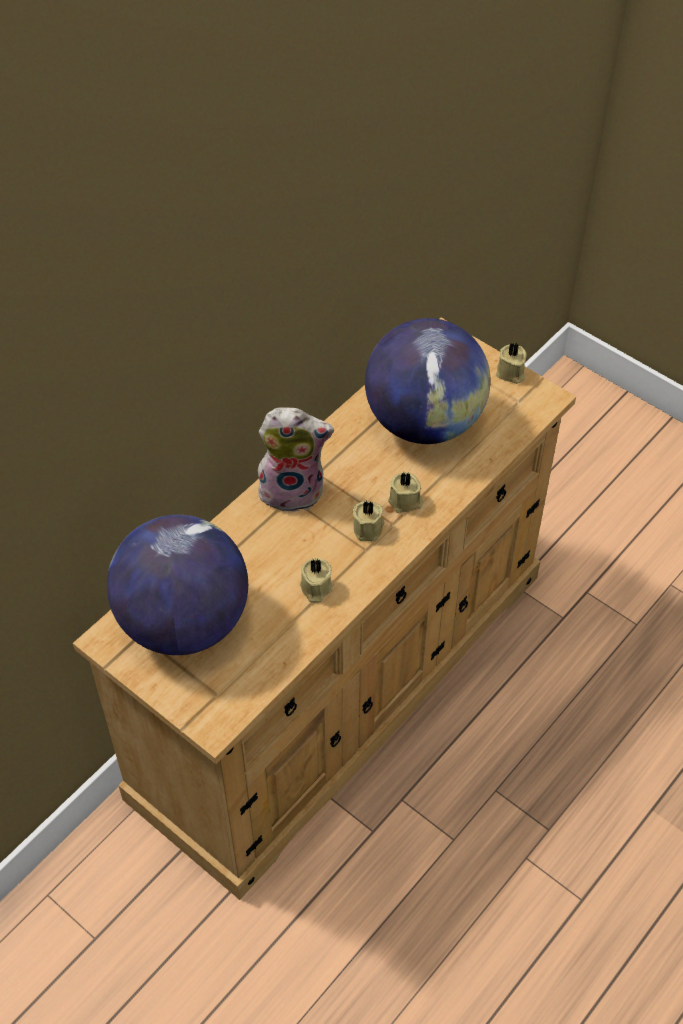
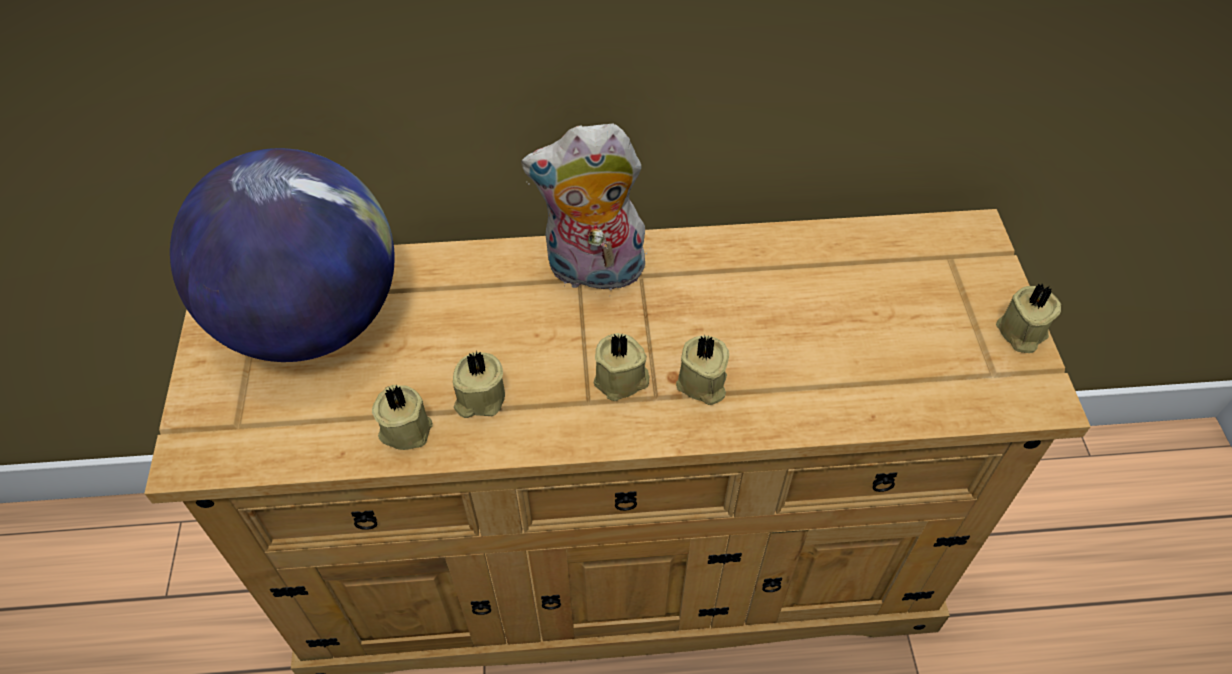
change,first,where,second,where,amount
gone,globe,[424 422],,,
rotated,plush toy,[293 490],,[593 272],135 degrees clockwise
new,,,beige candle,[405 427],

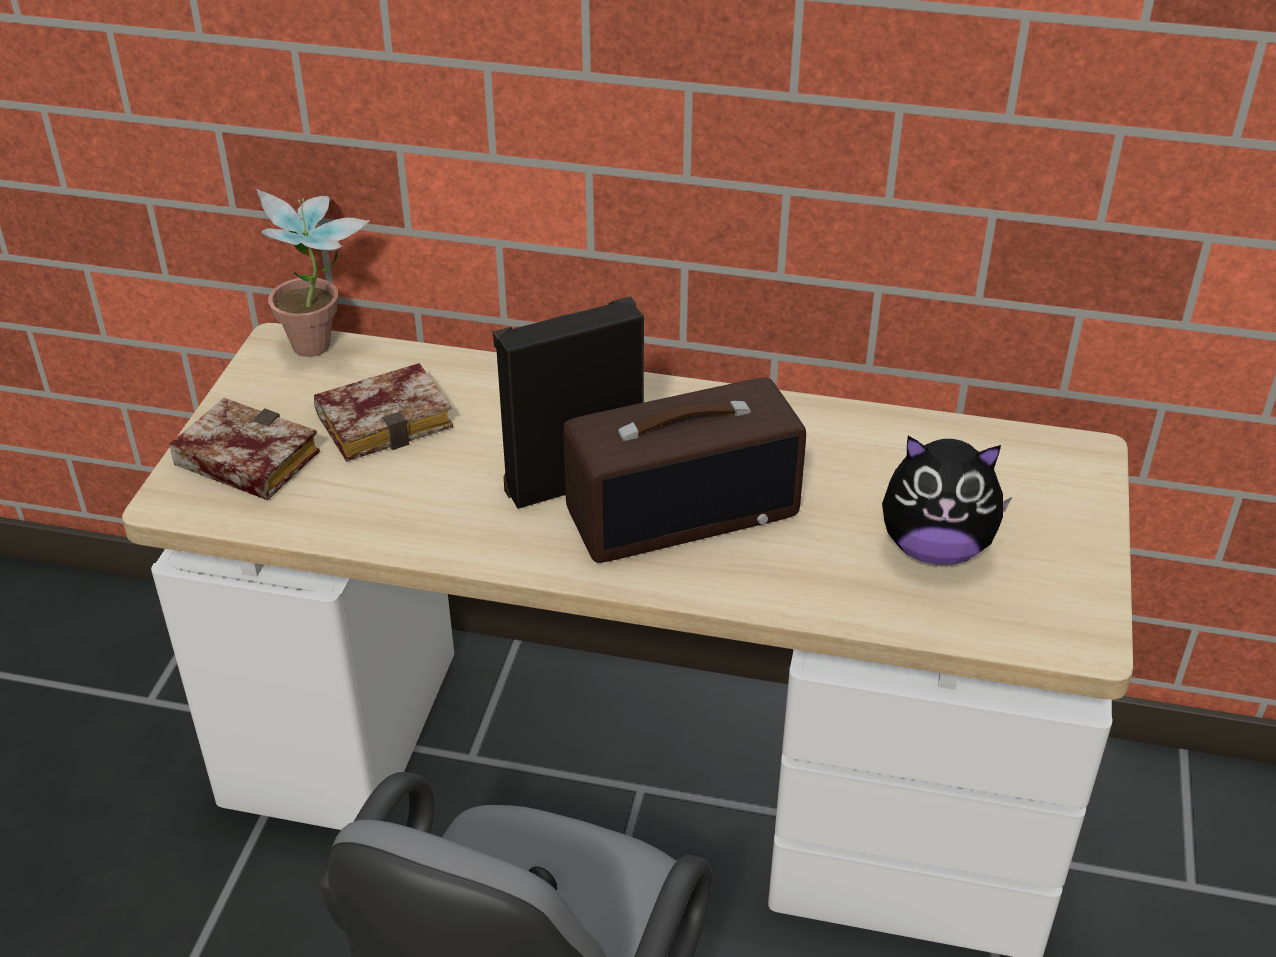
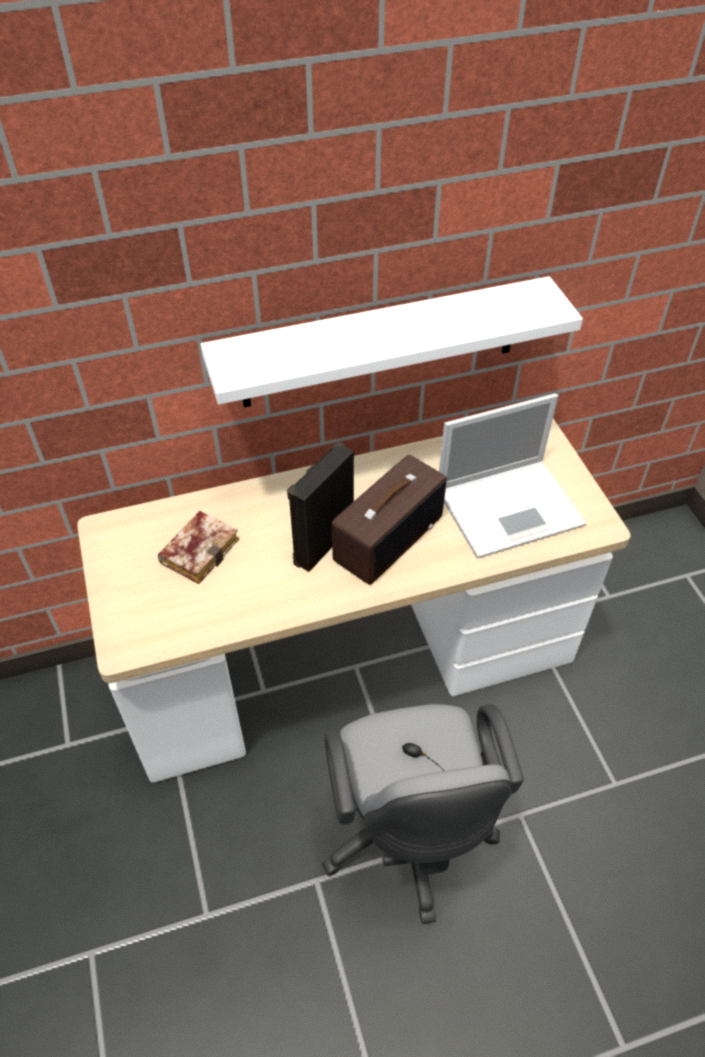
change,first,where,second,where,amount
gone,potted plant,[323 350],,,
gone,book,[240 461],,,
swapped,plush toy,[935 548],laptop,[511 506],
new,,,white shelf,[380 343],

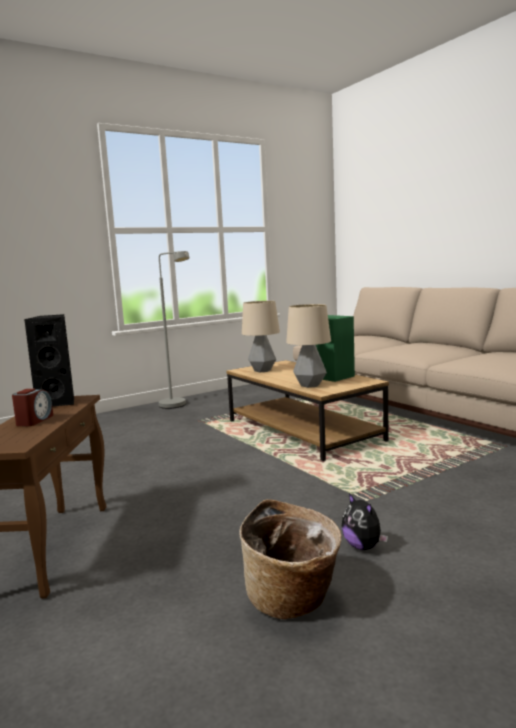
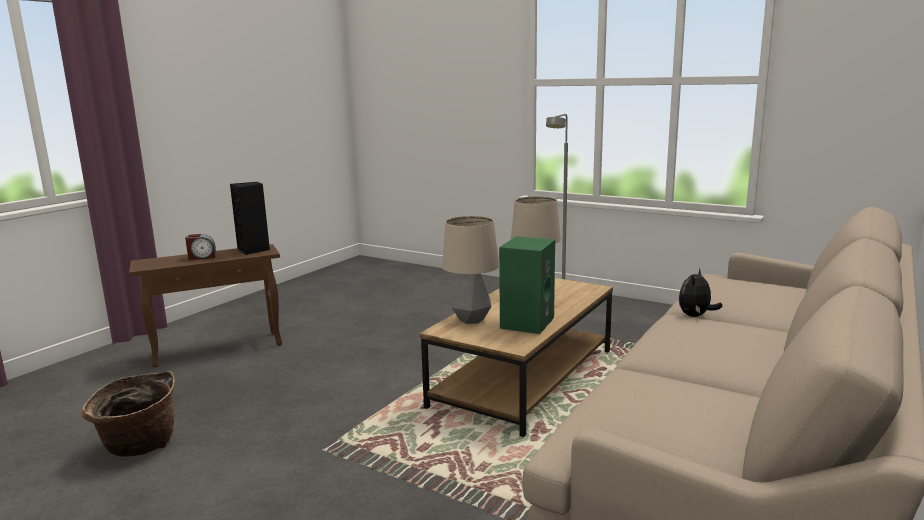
change,first,where,second,where,amount
shifted,plush toy,[363 546],,[696 316],

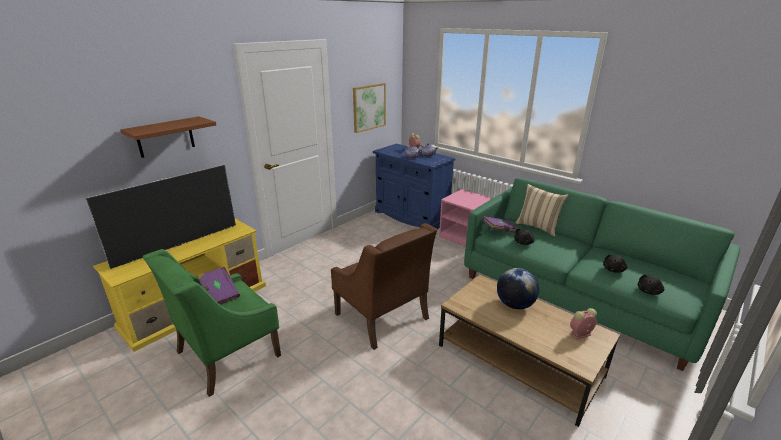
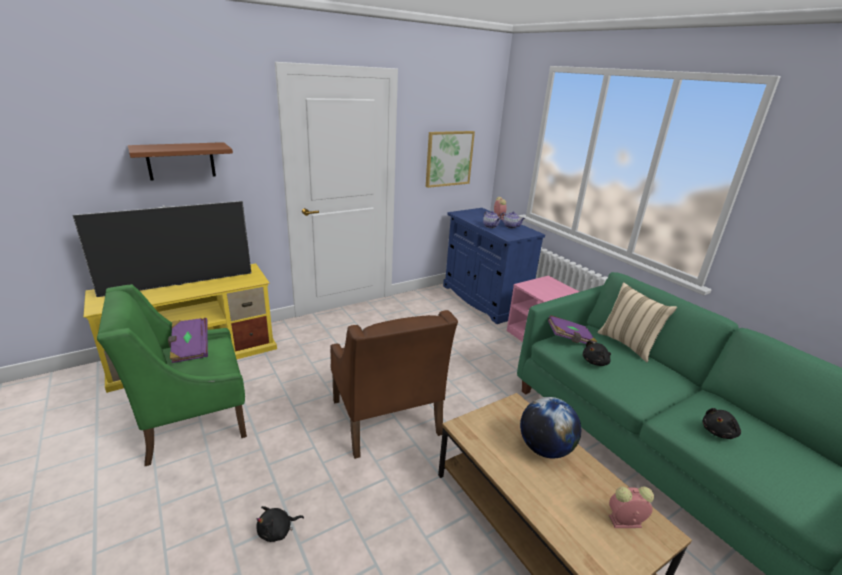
change,first,where,second,where,amount
shifted,black plush toy,[649 291],,[277 531],

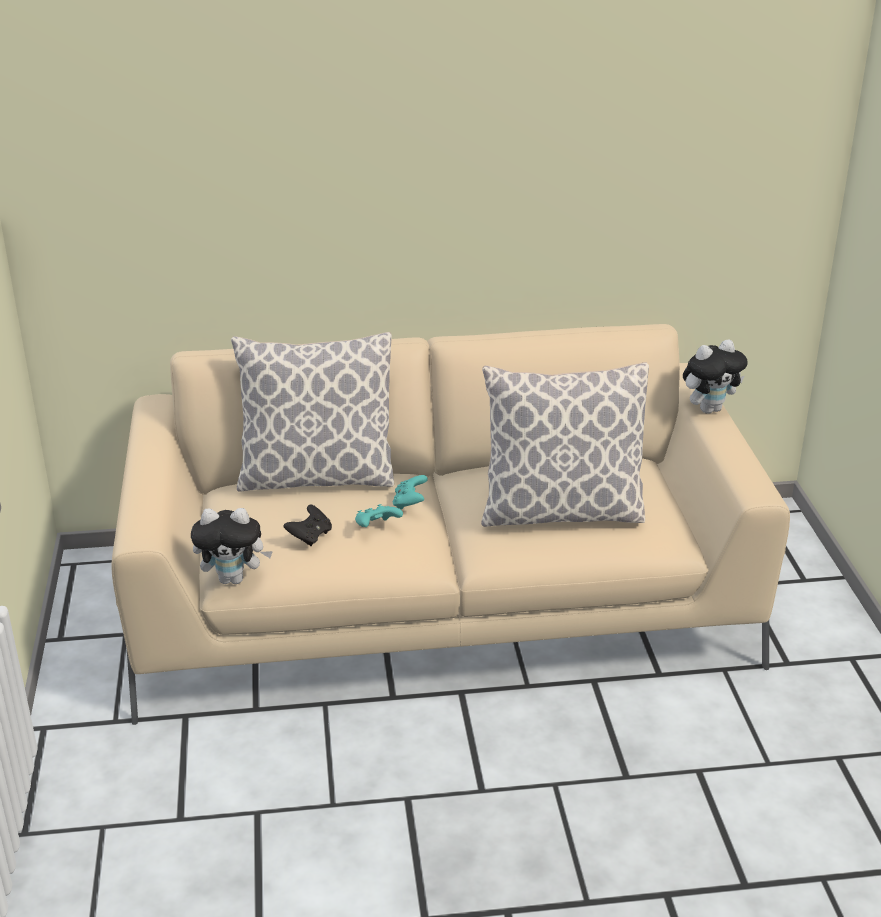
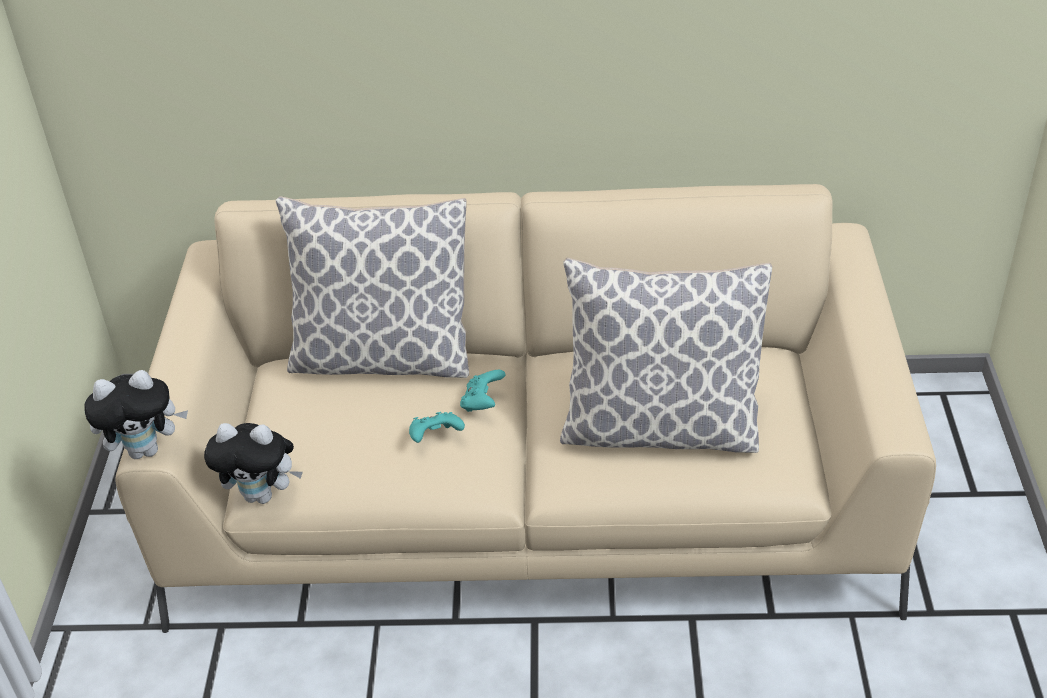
change,first,where,second,where,amount
shifted,plush toy,[709 409],,[146 449],
gone,black game controller,[310 536],,,

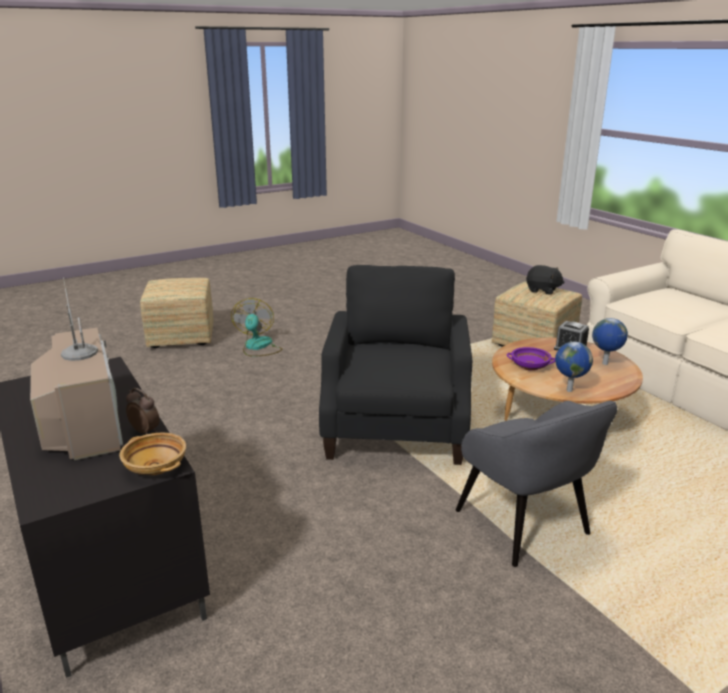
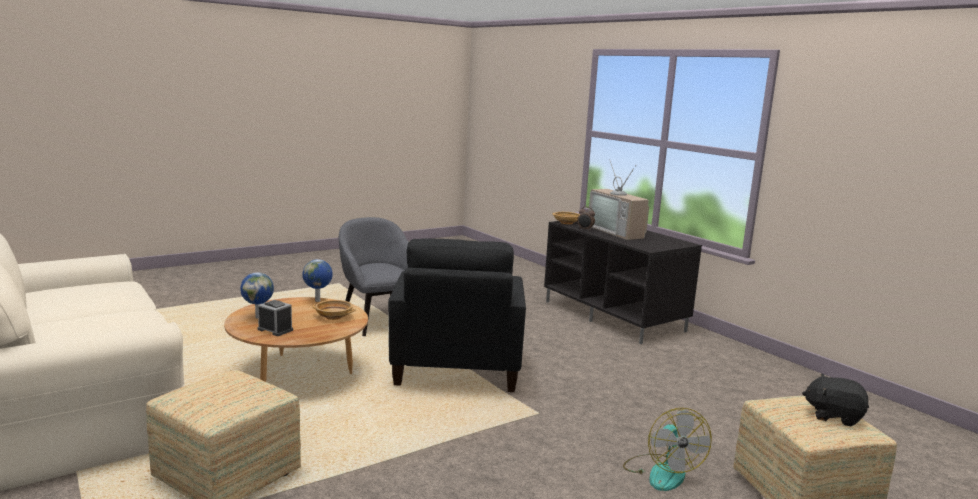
change,first,where,second,where,amount
shifted,black plush toy,[542 290],,[833 416],
repainted,purple bowl,[529 366],beige bowl,[334 317],

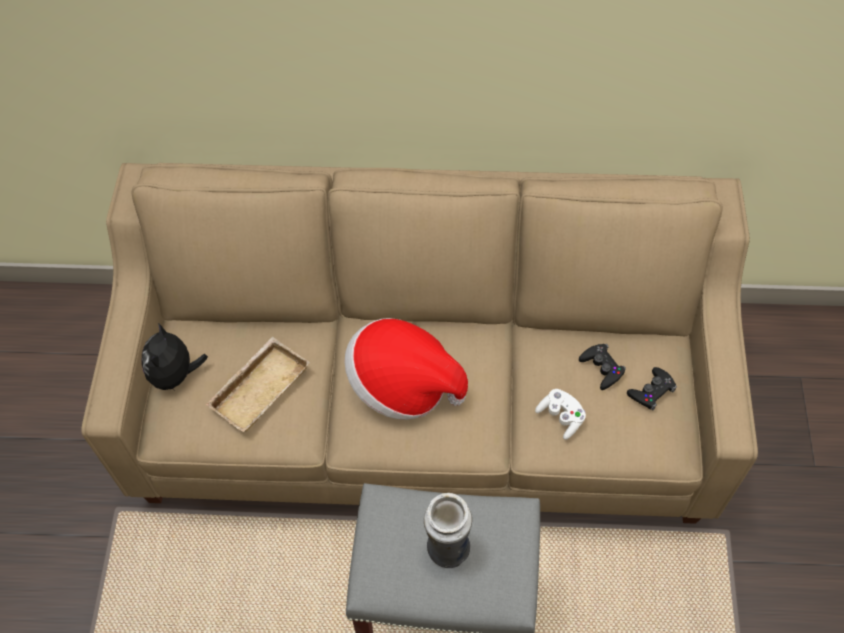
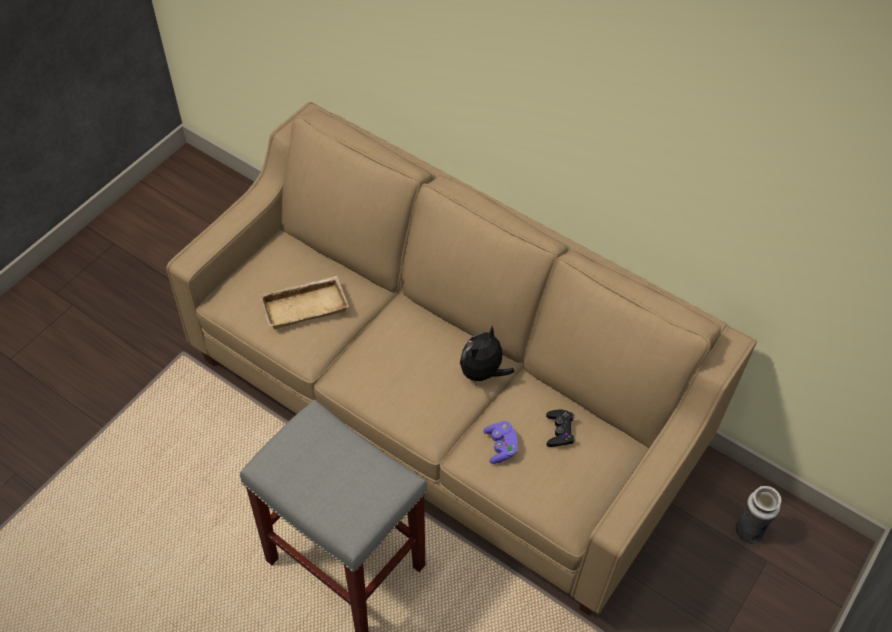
change,first,where,second,where,amount
gone,hat,[403 384],,,
shifted,plush toy,[176 375],,[482 373],
gone,black game controller,[651 391],,,
repainted,white game controller,[561 417],purple game controller,[500 447],
shifted,vase,[447 550],,[748 532],

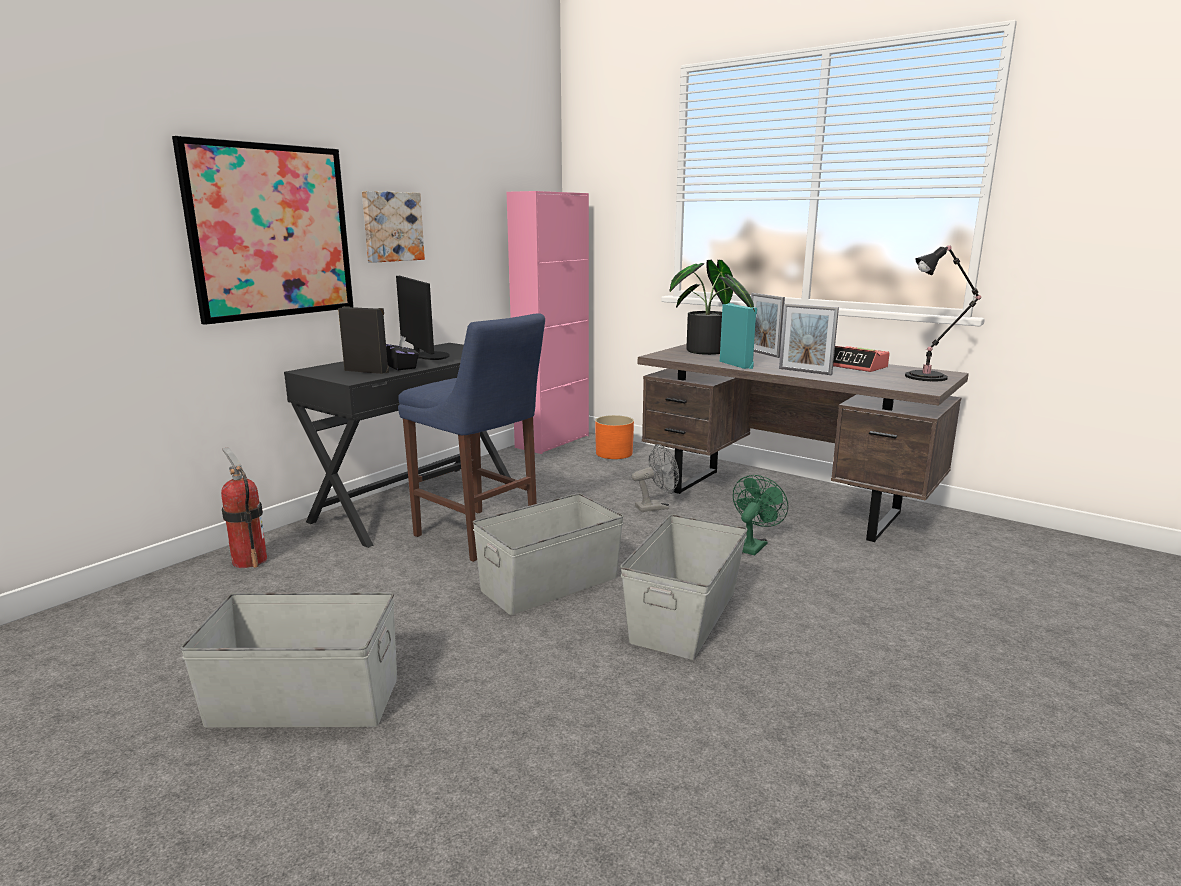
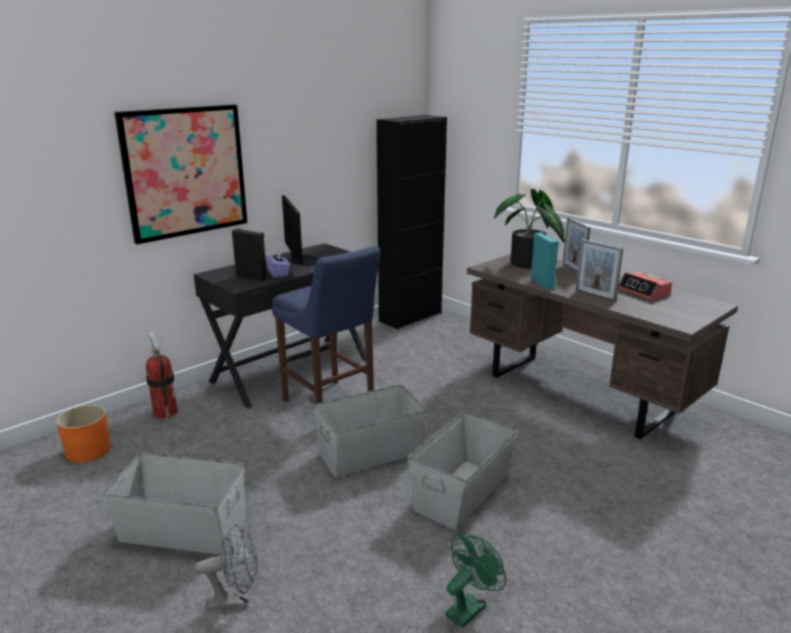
change,first,where,second,where,amount
gone,picture,[391 226],,,
repainted,pink cabinet,[552 441],black cabinet,[410 317],
gone,black table lamp,[929 377],,,
repainted,black tissue box,[402 367],purple tissue box,[278 273],
shifted,orange planter,[614 453],,[88 450],
shifted,grey fan,[656 507],,[236 599],
shifted,green fan,[753 545],,[469 607],

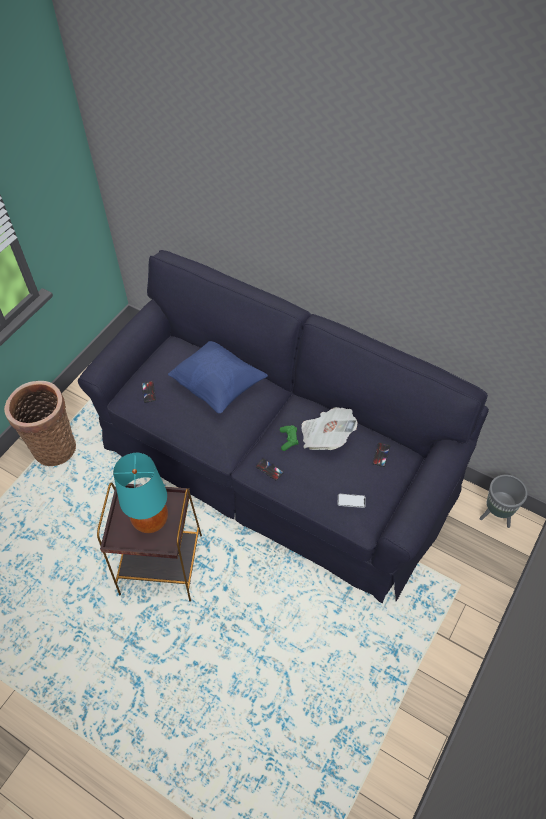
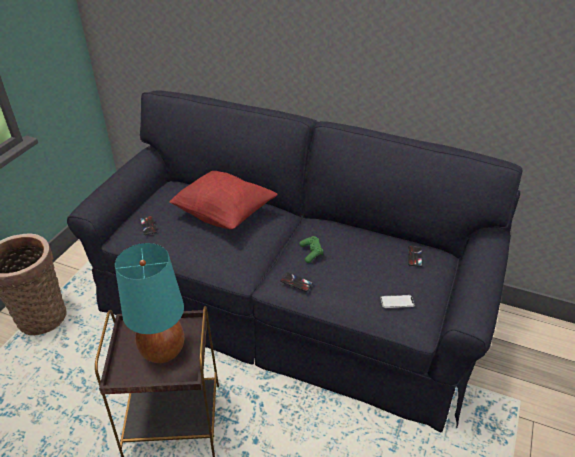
change,first,where,second,where,amount
repainted,blue pillow,[218 387],red pillow,[224 215],
gone,newspaper,[326 436],,,
gone,grey planter,[496 516],,,

